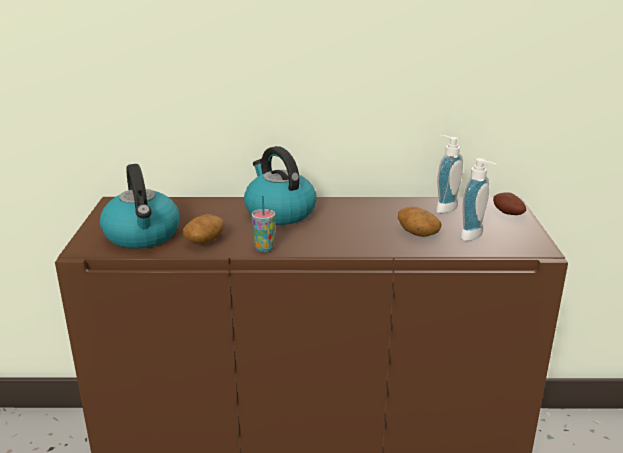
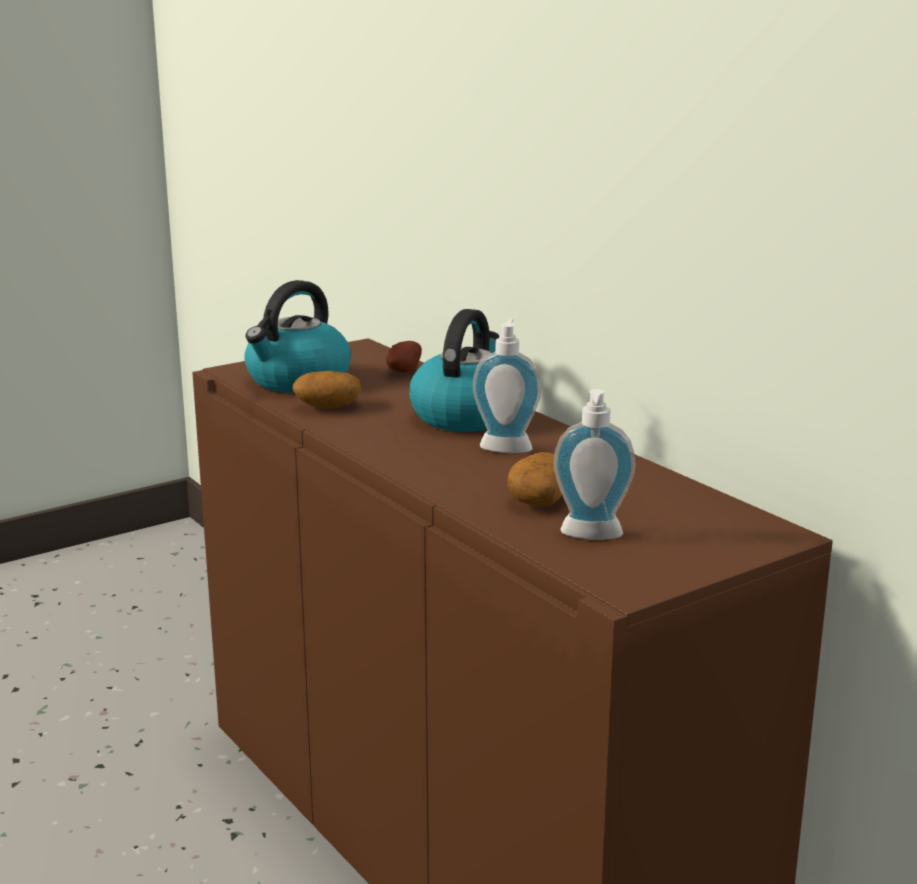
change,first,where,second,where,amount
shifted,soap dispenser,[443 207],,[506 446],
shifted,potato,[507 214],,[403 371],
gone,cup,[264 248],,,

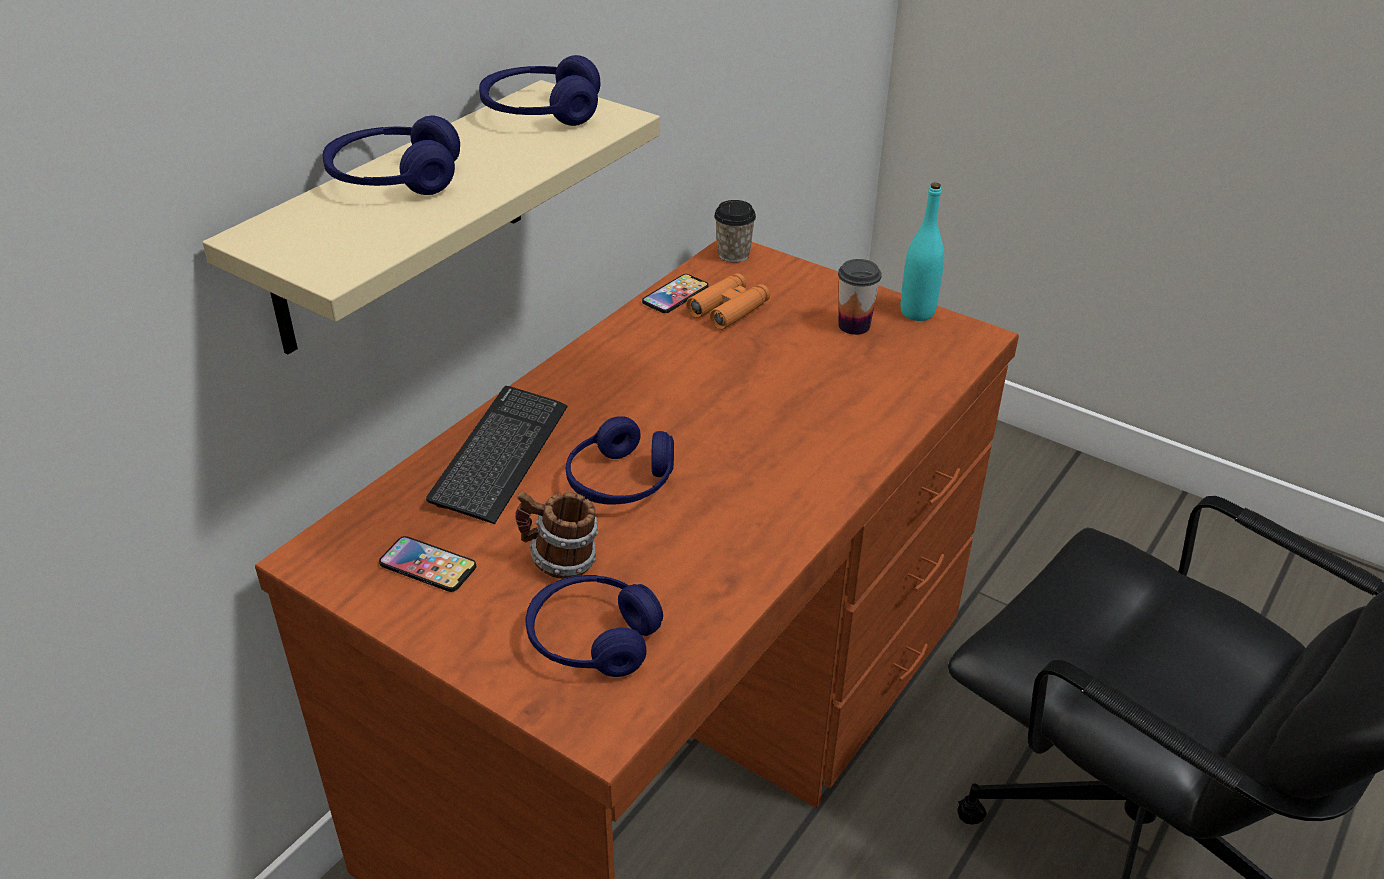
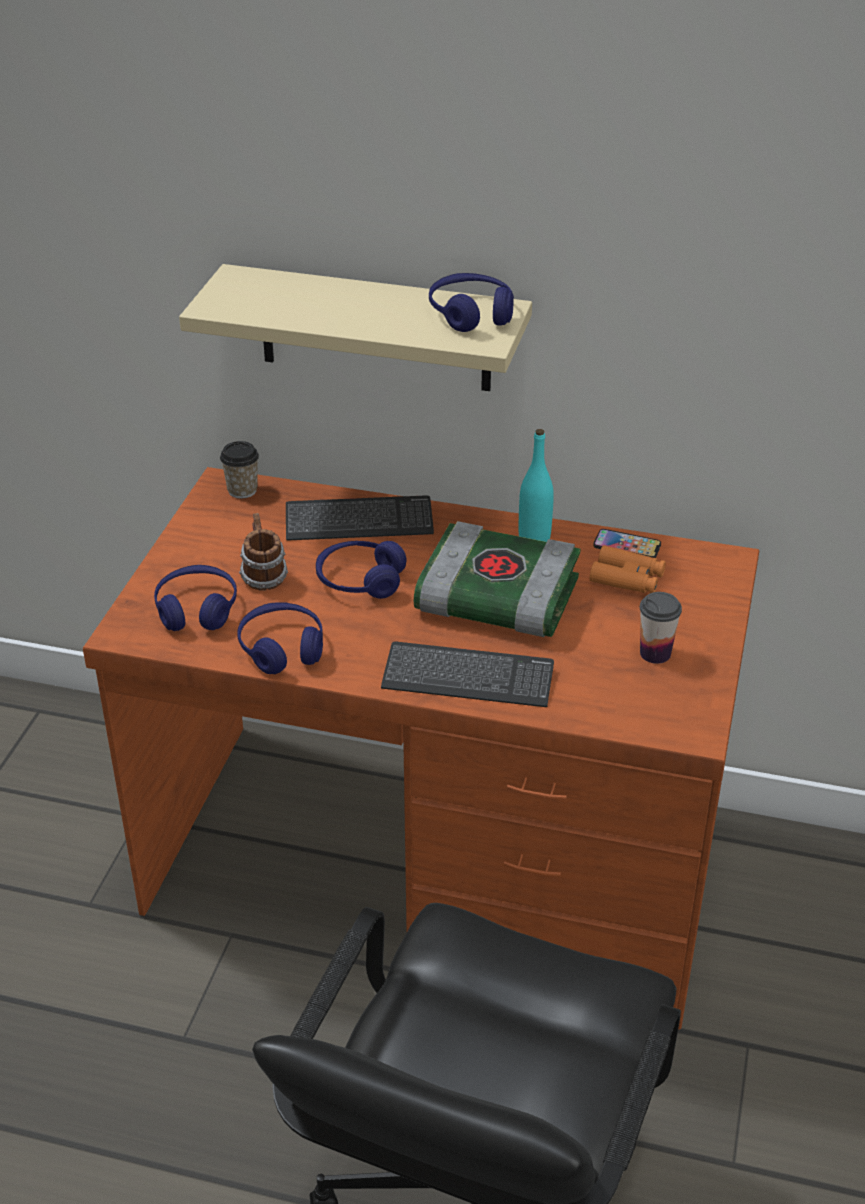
change,first,where,second,where,amount
shifted,blue headphones,[394 179],,[282 648],
shifted,turquoise bottle,[917 312],,[534 539],
shifted,cup,[733 255],,[242 490],
gone,phone,[428 565],,,
new,,,book,[494 599],
new,,,keyboard,[468 678],

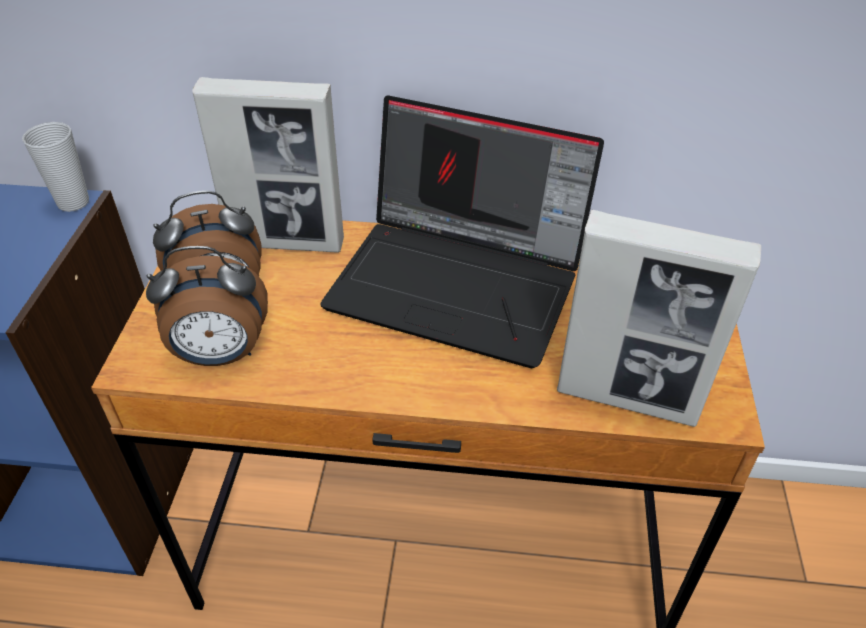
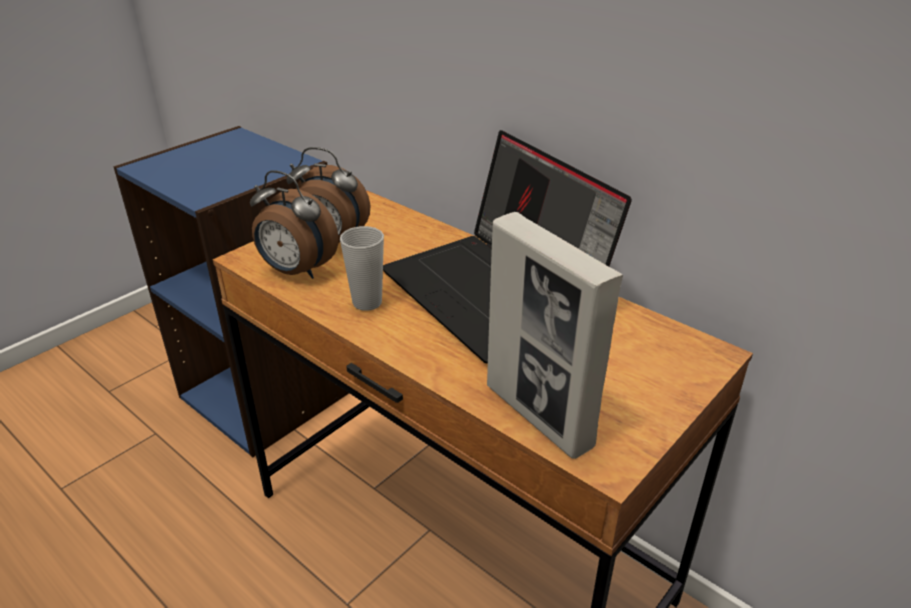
change,first,where,second,where,amount
gone,picture frame,[287 243],,,
shifted,cup,[73 202],,[367 302],

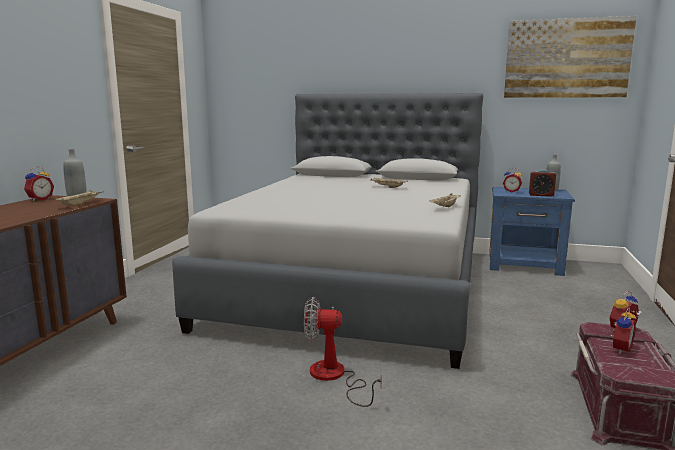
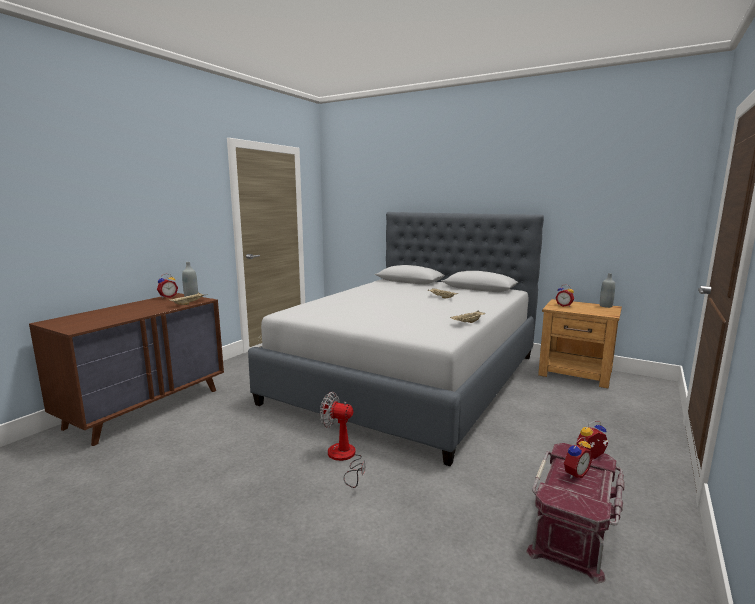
change,first,where,second,where,amount
gone,picture,[566 58],,,
gone,alarm clock,[541 195],,,
repainted,blue nightstand,[525 265],brown nightstand,[576 373],

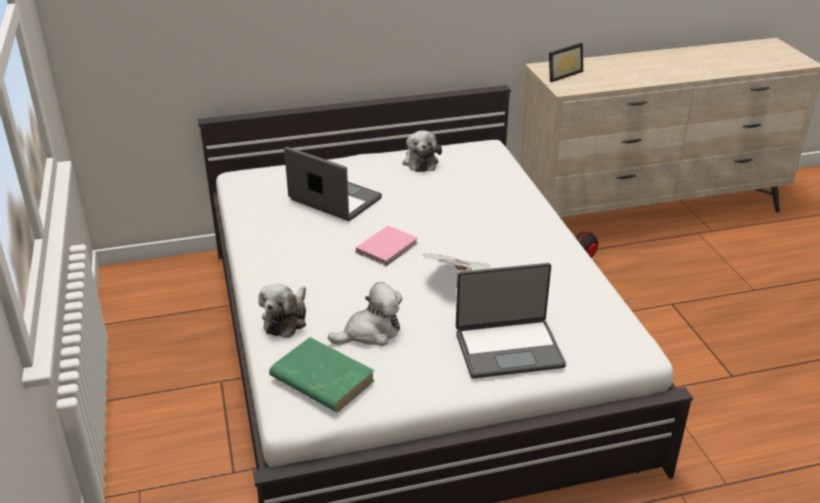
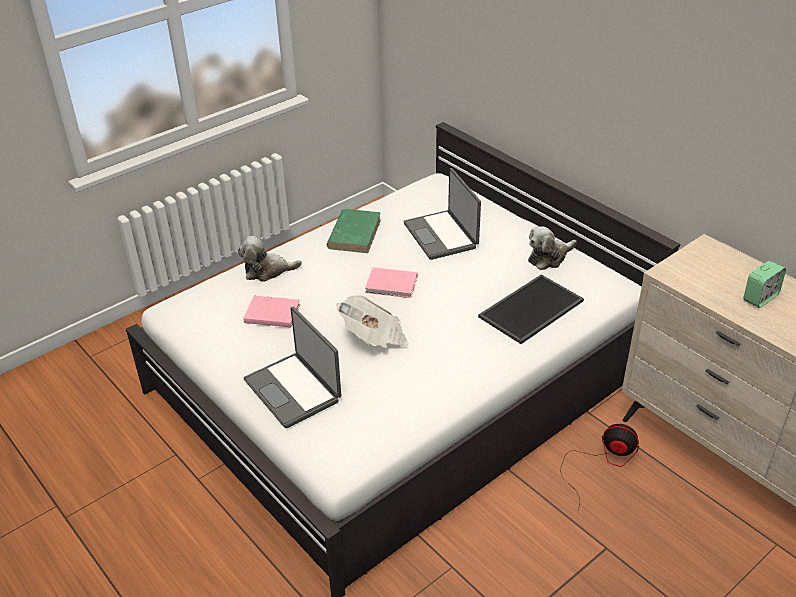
change,first,where,second,where,amount
gone,picture frame,[561 74],,,
rotated,laptop,[334 200],,[442 235],150 degrees clockwise
swapped,plush toy,[370 332],pink book,[271 313],
shifted,green book,[321 379],,[354 233],
new,,,alarm clock,[760 298],
new,,,tray,[531 310],

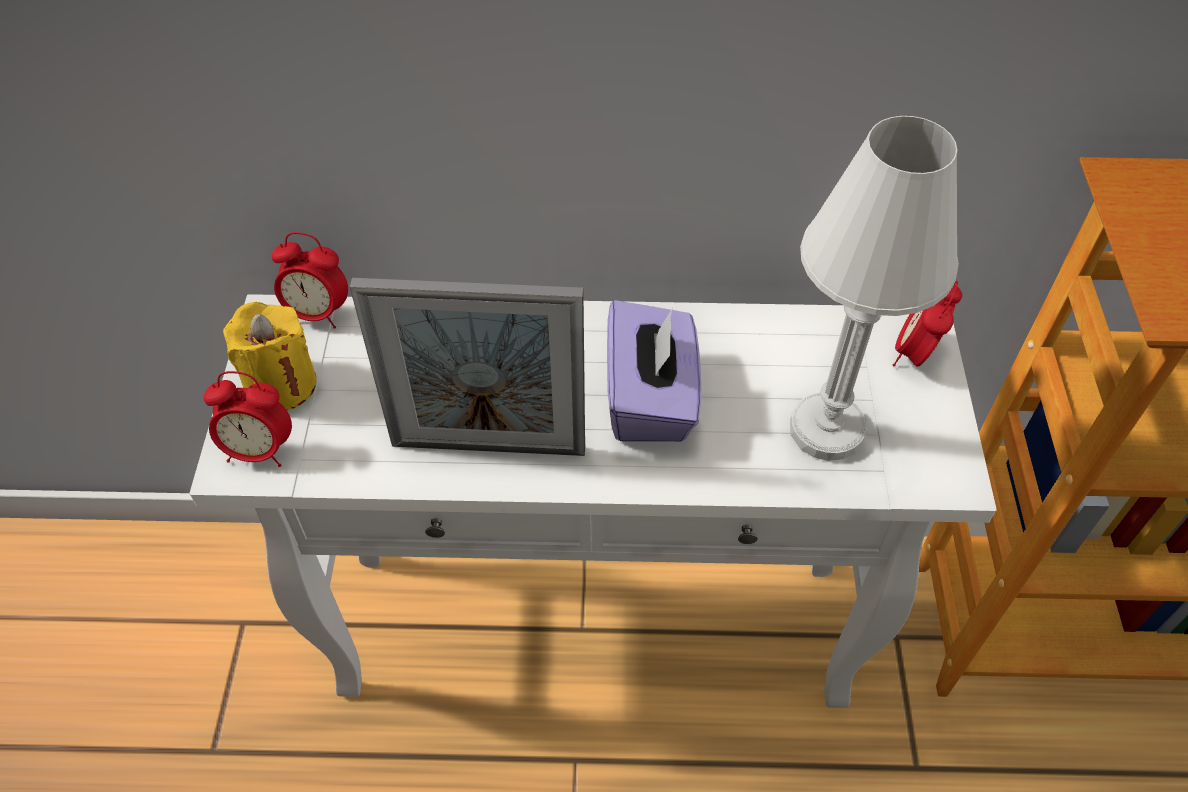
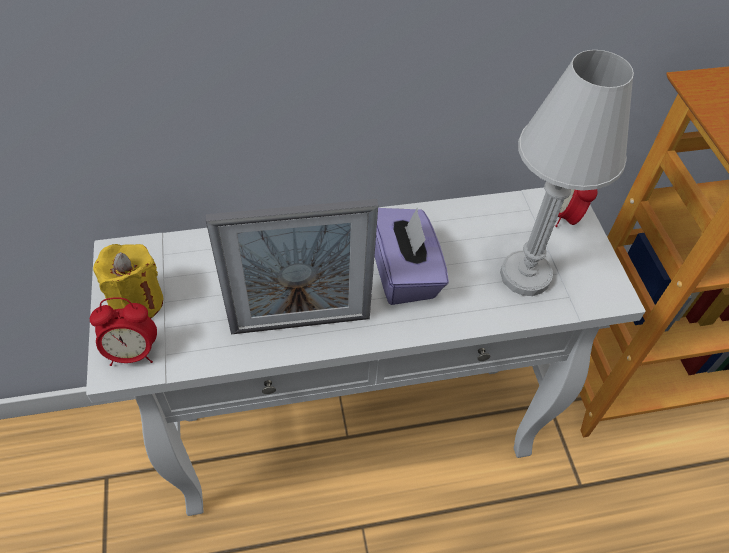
change,first,where,second,where,amount
gone,alarm clock,[318 313],,,

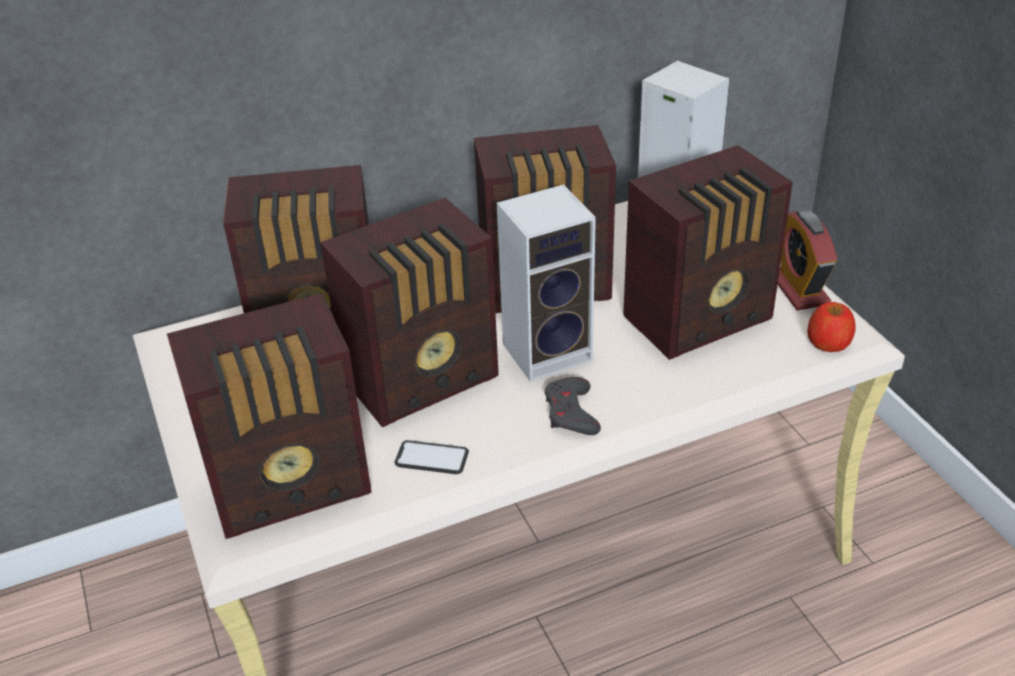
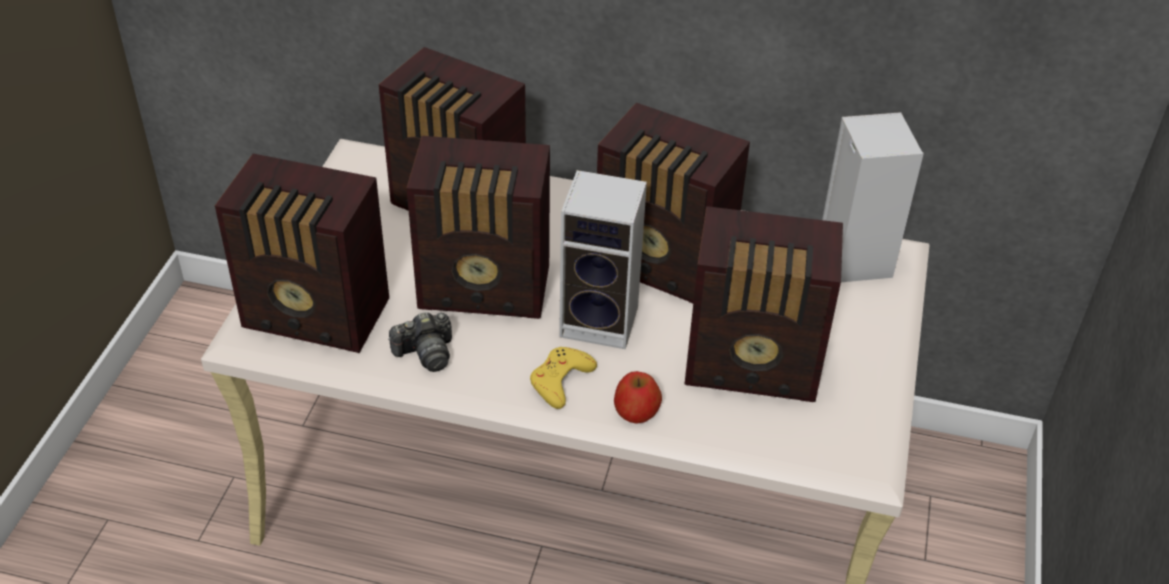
change,first,where,second,where,amount
gone,alarm clock,[799 289],,,
shifted,apple,[829 342],,[636 410],
repainted,grey game controller,[571 412],yellow game controller,[560 380],
swapped,phone,[431 458],photo camera,[425 353],

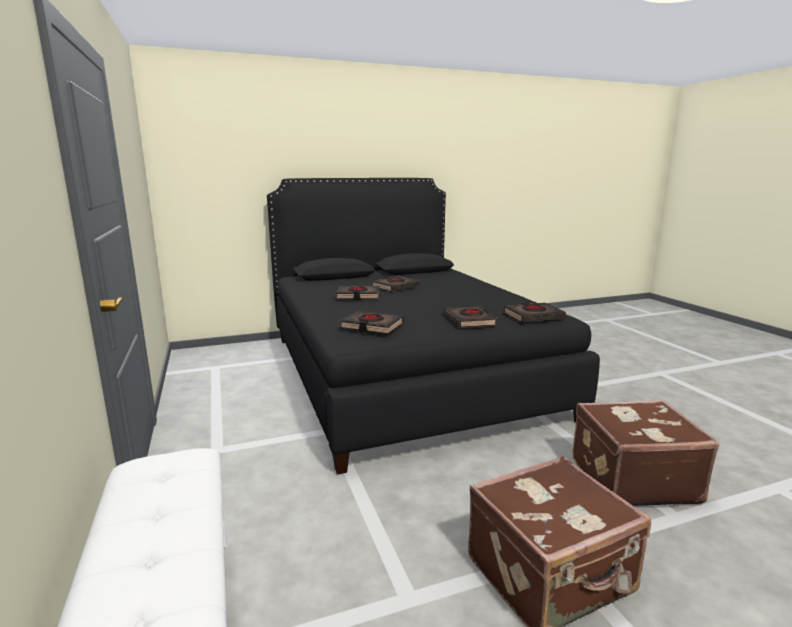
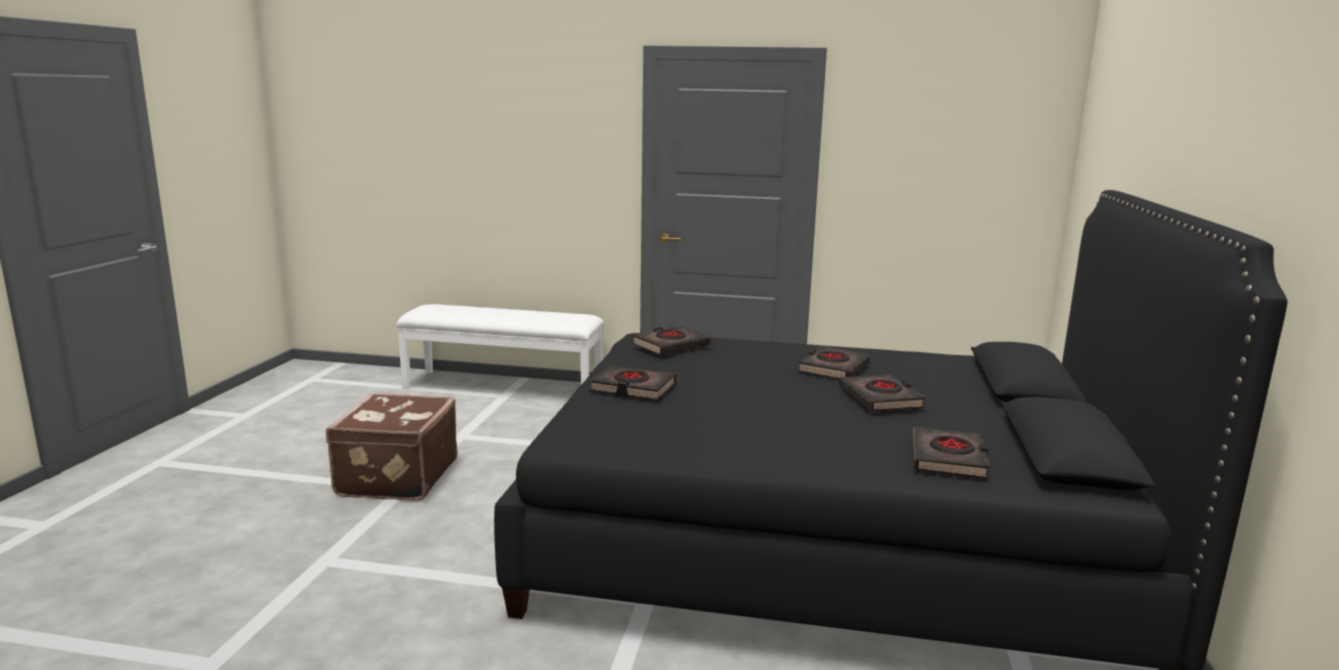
change,first,where,second,where,amount
shifted,black book,[533 316],,[948 459],
gone,brown suitcase,[631 479],,,

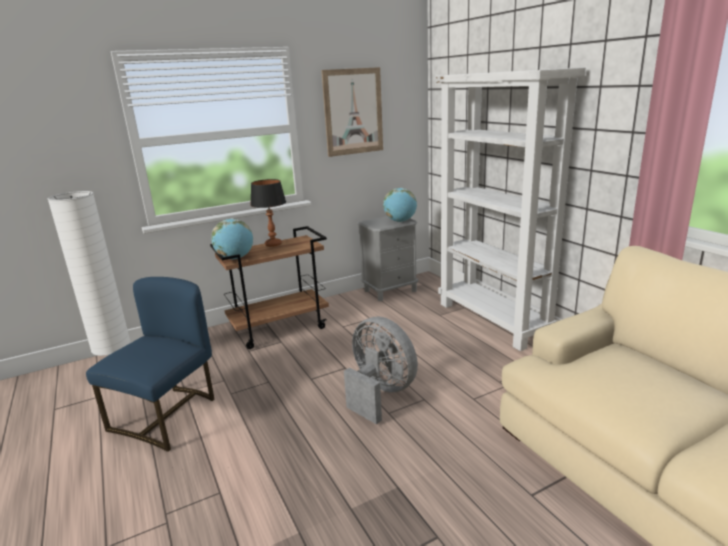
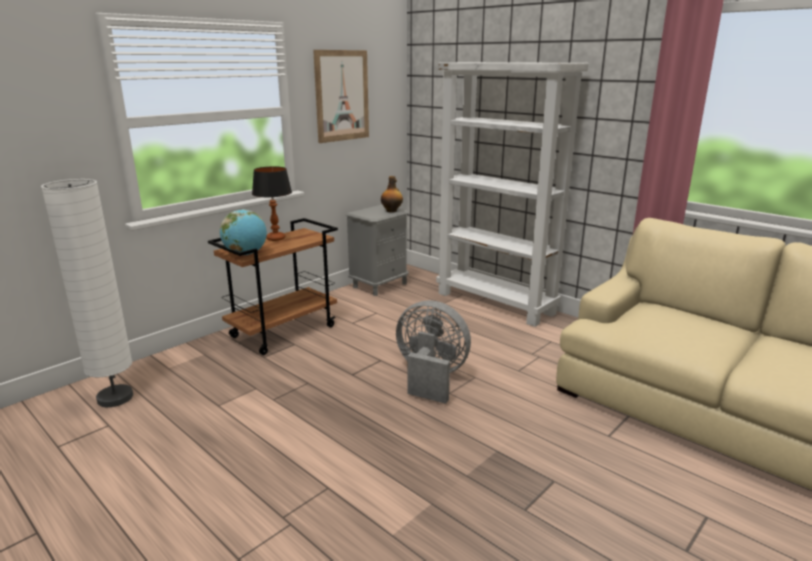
change,first,where,second,where,amount
swapped,globe,[400 221],bottle,[392 211],
gone,blue chair,[168 416],,,

